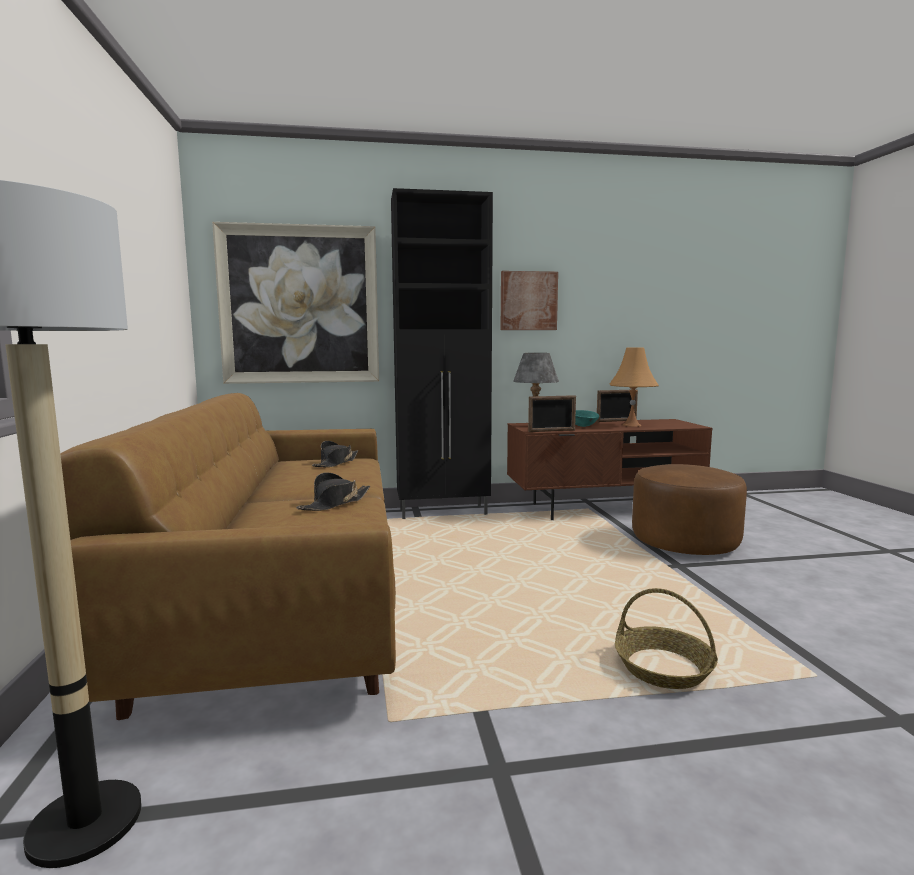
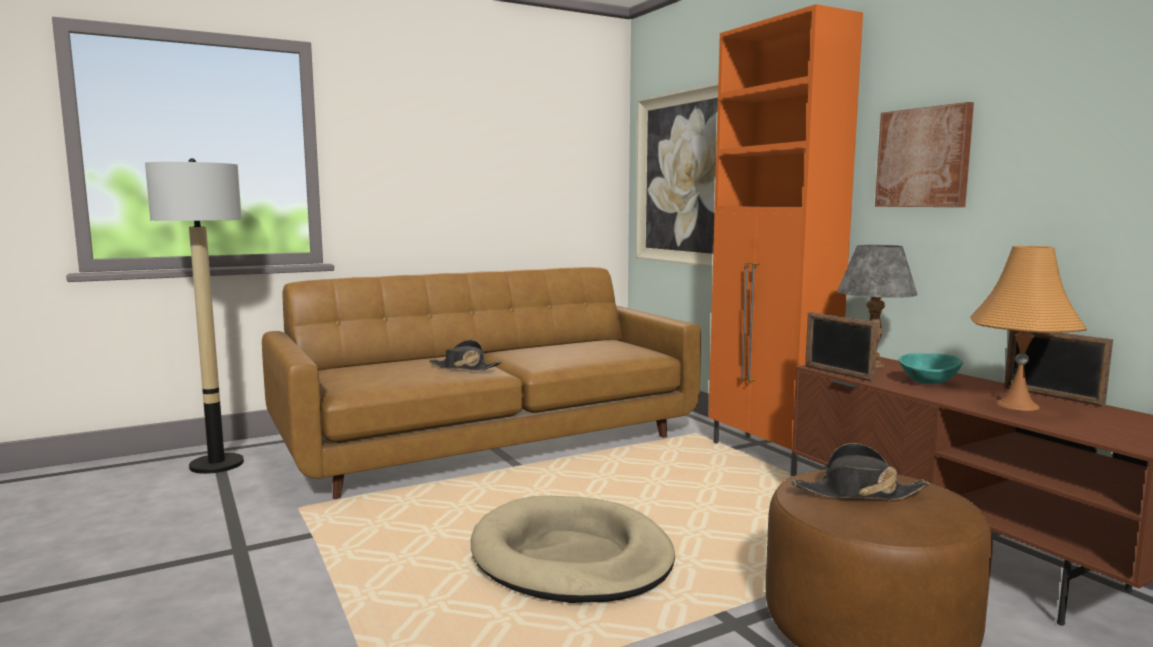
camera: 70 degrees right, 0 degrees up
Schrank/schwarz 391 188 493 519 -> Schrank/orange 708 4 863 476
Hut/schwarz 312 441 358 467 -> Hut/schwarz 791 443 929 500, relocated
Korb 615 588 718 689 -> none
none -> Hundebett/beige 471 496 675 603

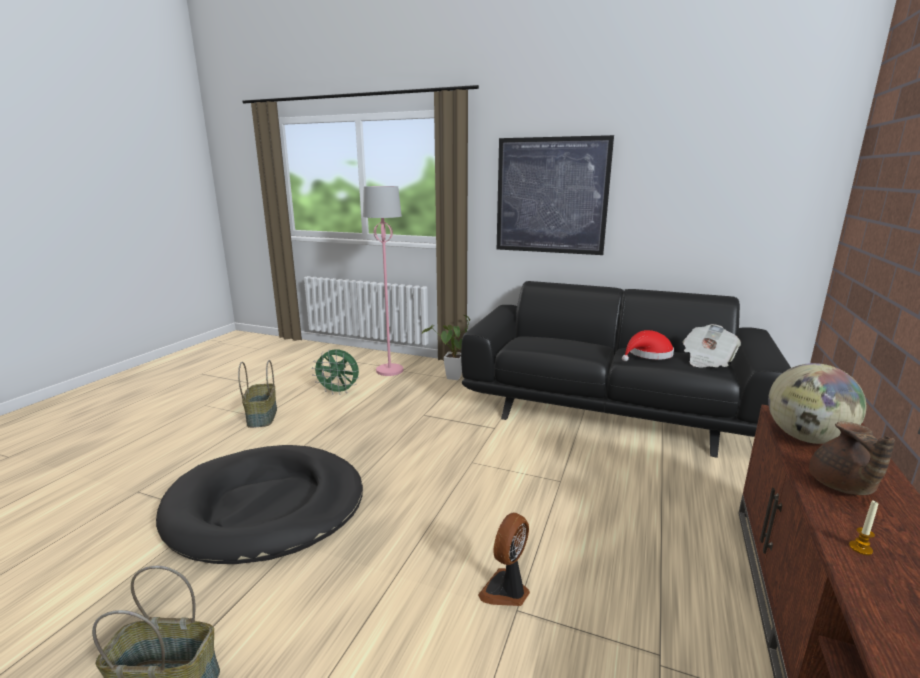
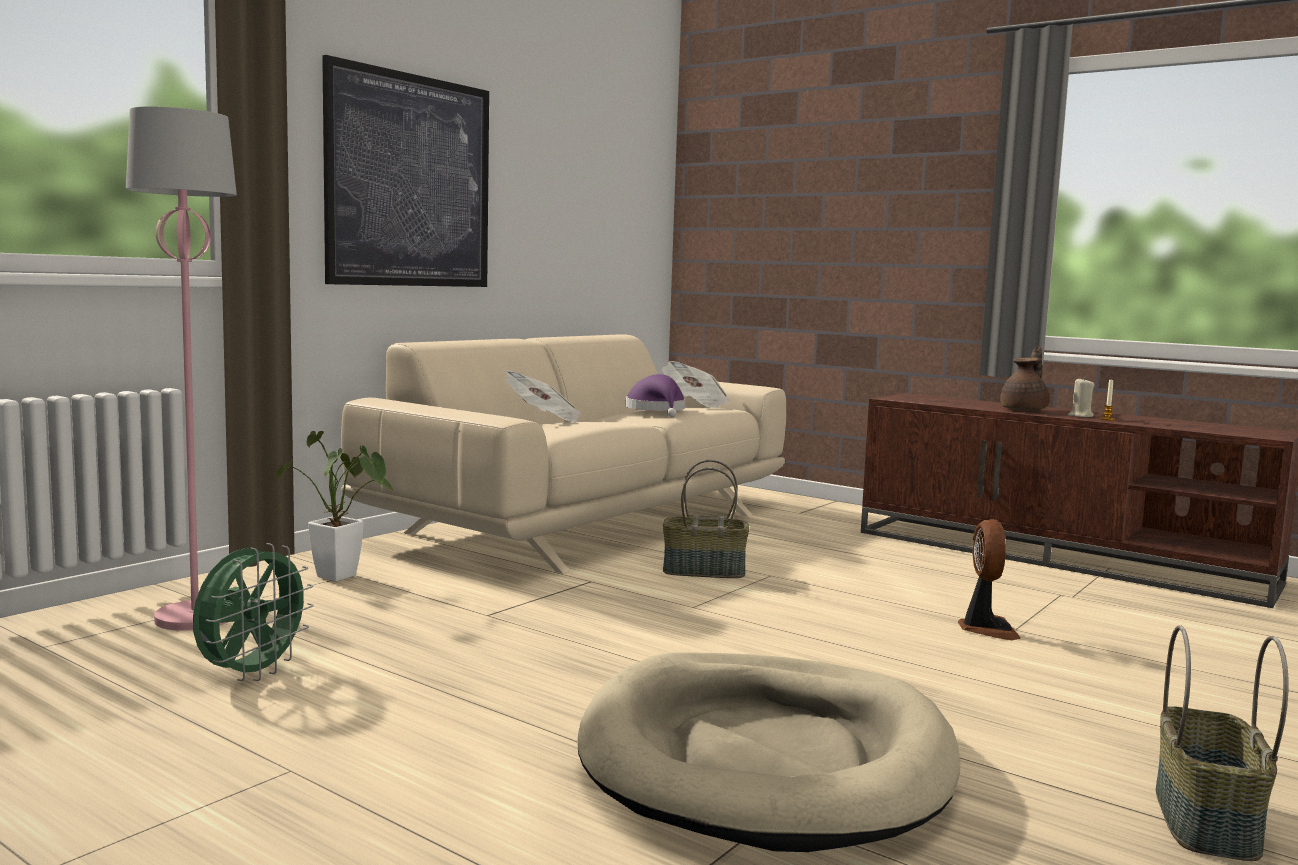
camera: 75 degrees left, 10 degrees down
Sofa/schwarz 461 281 791 458 -> Sofa/beige 341 334 786 574
Hut/rot 622 330 674 361 -> Hut/lila 626 374 685 417
Korb 238 360 277 428 -> Korb 663 460 749 578, relocated
Globus 768 363 866 444 -> none
Teekanne/braun 809 422 895 495 -> Teekanne/braun 1000 346 1050 411, 75 degrees counterclockwise
Hundebett/schwarz 156 445 363 564 -> Hundebett/beige 577 652 960 852
Ventilator 478 513 530 606 -> Ventilator 958 519 1021 640, 135 degrees counterclockwise
none -> Zeitung 505 370 581 423
none -> Kerze/beige 1068 377 1095 417

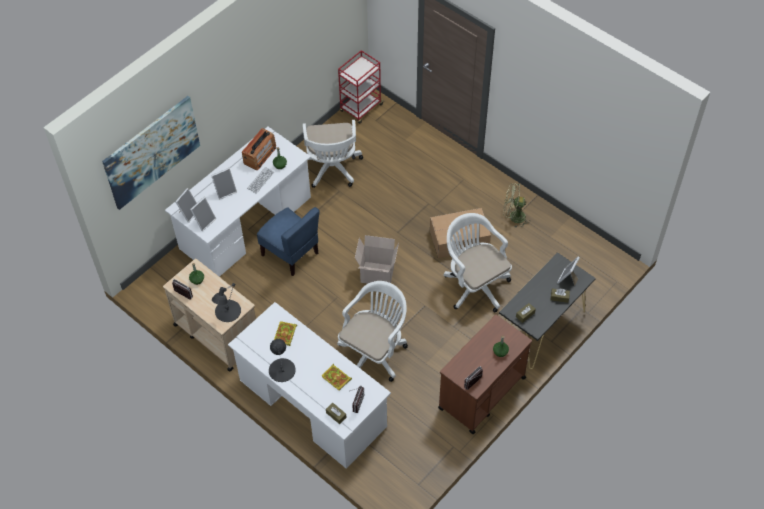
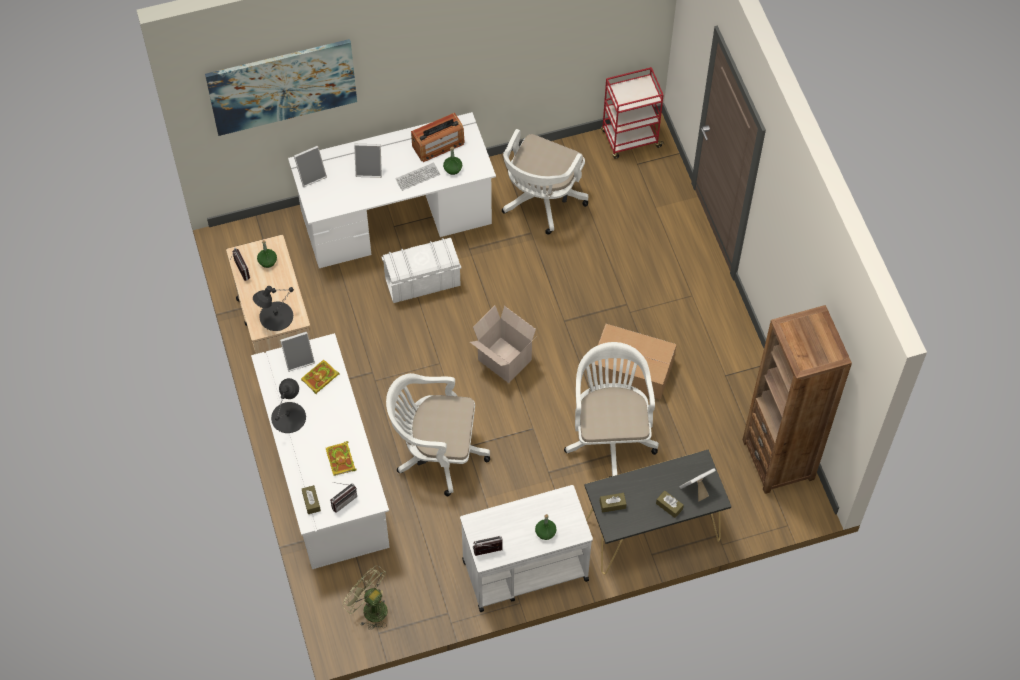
camera: 30 degrees right, 5 degrees up
Ventilator/grün 504 183 530 228 -> Ventilator/grün 343 565 388 630, relocated
Bilderrahmen 190 197 216 231 -> Bilderrahmen 280 332 315 372, relocated
Stuhl/blau 257 207 319 276 -> Aufbewahrungsbox/weiß 382 238 461 303
Bürostuhl/weiß 337 281 408 382 -> Bürostuhl/weiß 386 373 490 496, 150 degrees counterclockwise
Rollwagen/braun 438 314 532 434 -> Rollwagen/weiß 460 485 593 612
none -> Bücherregal/braun 743 305 852 494

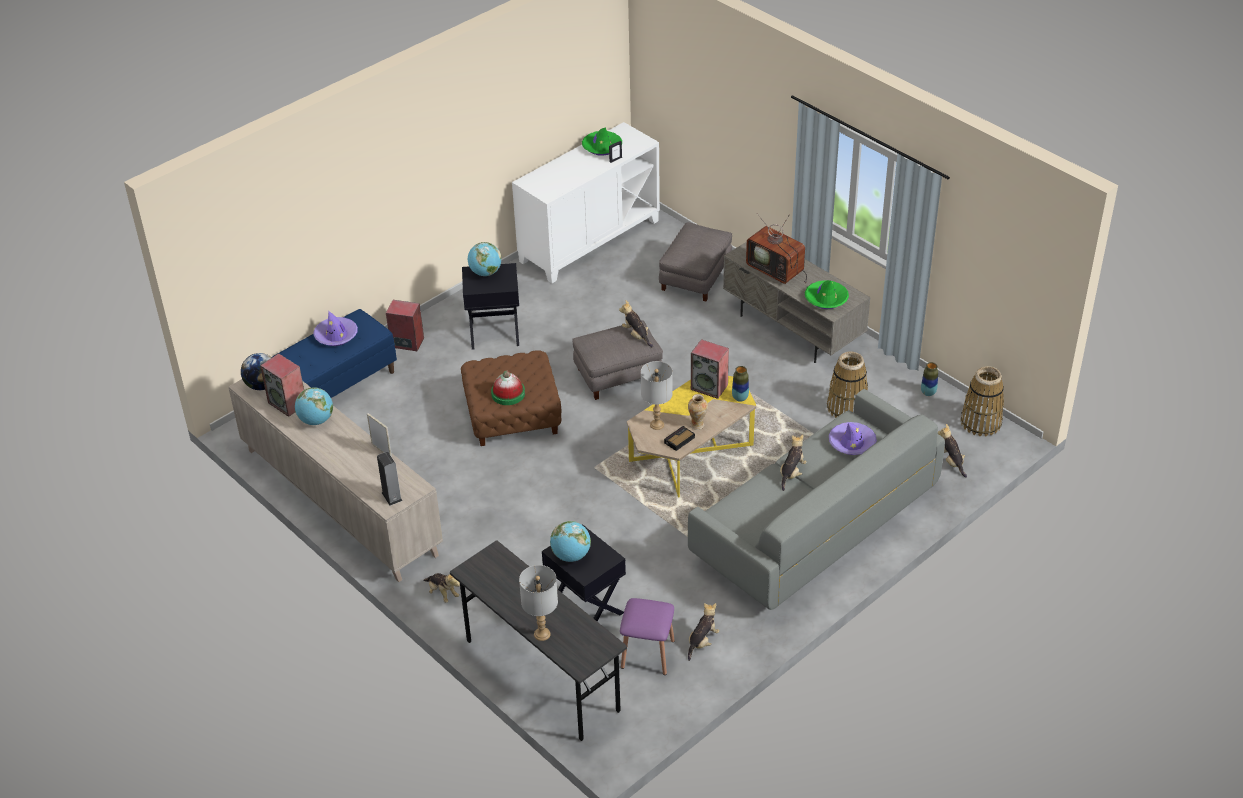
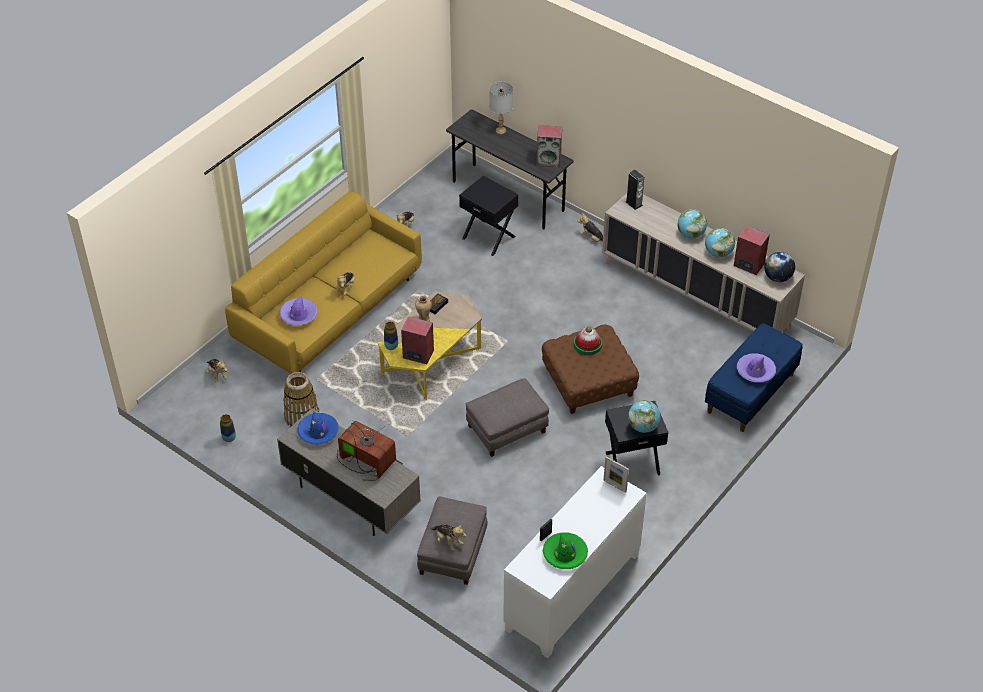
camera: 170 degrees right, 5 degrees up
Hut/grün 805 280 849 309 -> Hut/blau 297 411 339 444
Lautsprecher 386 300 424 351 -> Lautsprecher 537 125 562 167, relocated
Plüschtier 619 300 653 347 -> Plüschtier 431 524 466 551, relocated
Tischlampe/grau 641 361 672 430 -> none
Korb 961 366 1004 437 -> none
Sofa/grau 688 389 945 610 -> Sofa/gelb 225 191 422 374
Bilderrahmen 367 413 392 457 -> Bilderrahmen 603 456 629 493, relocated
Globus 550 521 591 562 -> Globus 677 209 707 238, relocated
Hocker/lila 620 598 675 675 -> none

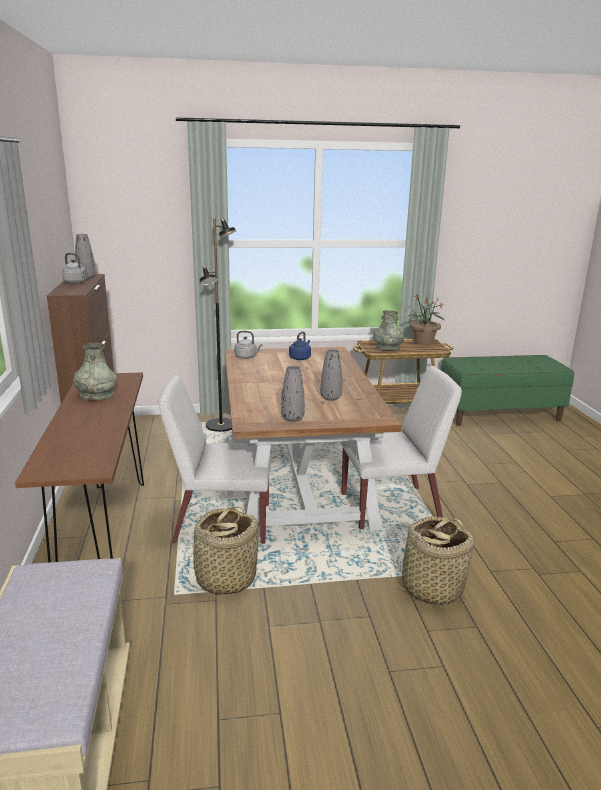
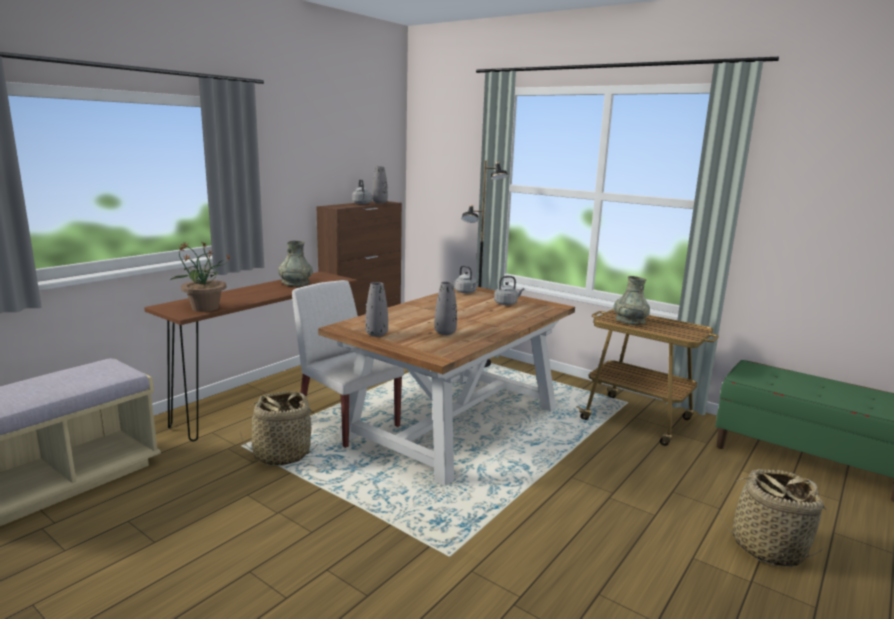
camera: 45 degrees right, 5 degrees down
Topfpflanze 408 293 446 344 -> Topfpflanze 169 241 230 312, relocated
Wasserkessel/blau 289 331 311 360 -> Wasserkessel/grau 494 276 524 305
Stuhl/weiß 341 366 462 530 -> none
Korb 390 516 474 606 -> Korb 718 469 828 567, relocated

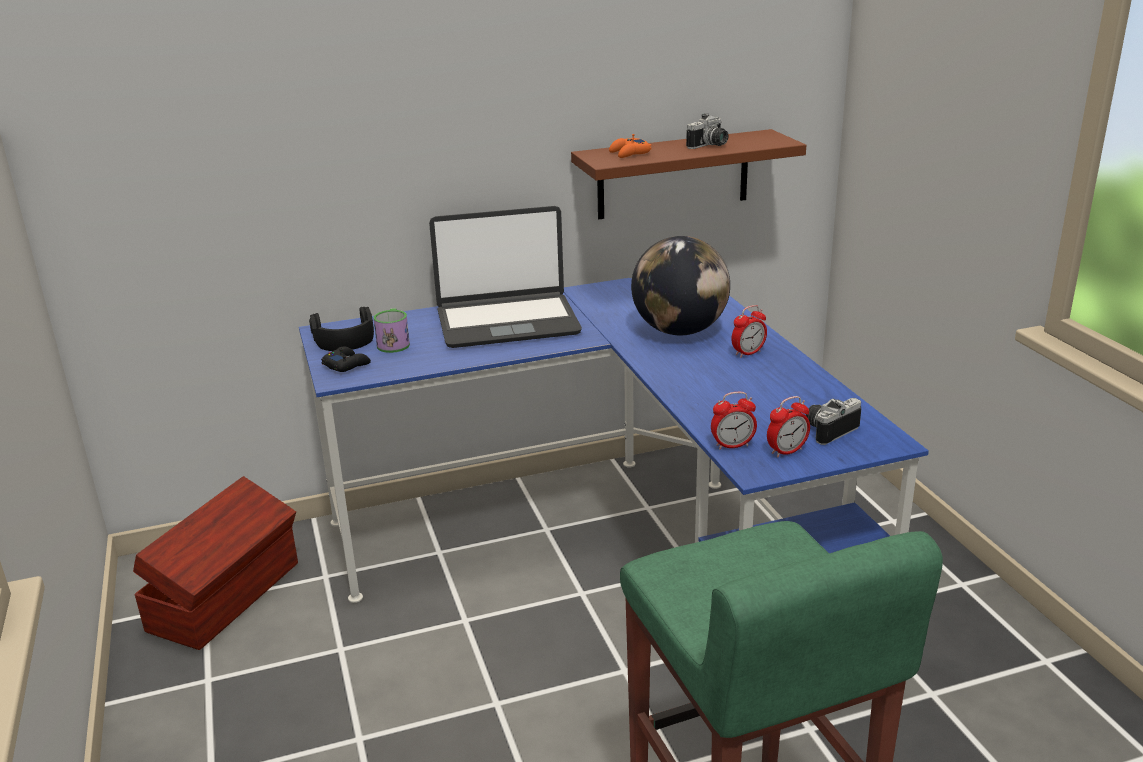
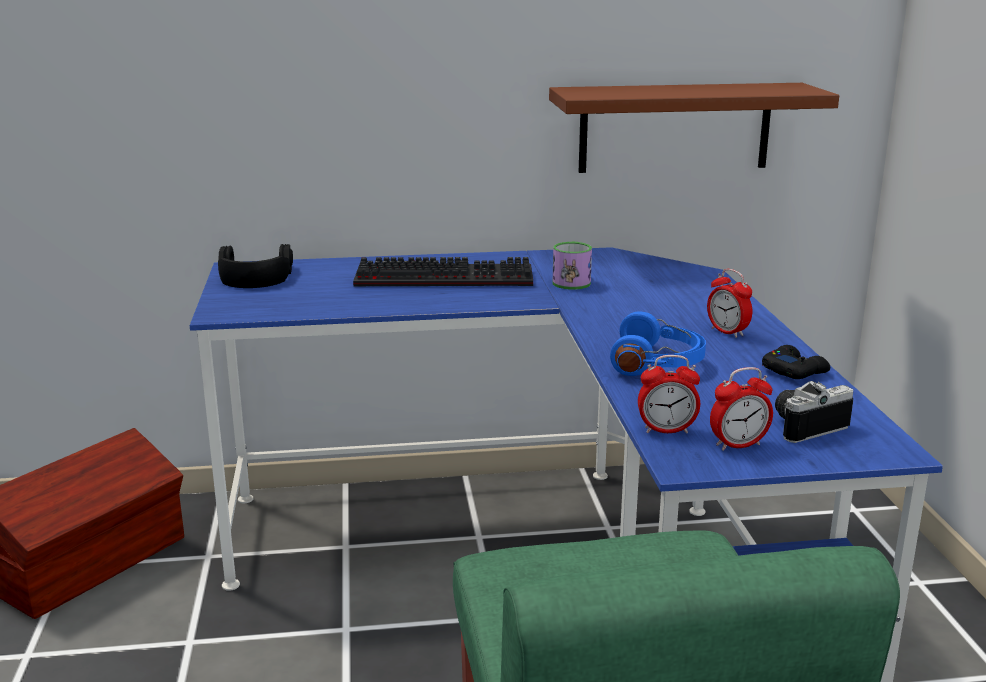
camera: 10 degrees right, 5 degrees down
Kamera 686 113 729 149 -> none
Gamepad/orange 609 134 652 158 -> none
Laptop 429 206 582 348 -> Tastatur 353 257 533 287
Globus 631 236 730 335 -> none
Wecker 731 305 767 358 -> Wecker 707 269 752 338, 75 degrees clockwise
Henkelbecher 374 308 410 353 -> Henkelbecher 553 242 592 290, relocated
Gamepad/schwarz 321 347 371 372 -> Gamepad/schwarz 762 345 830 379, relocated
none -> Kopfhörer/blau 610 312 706 376

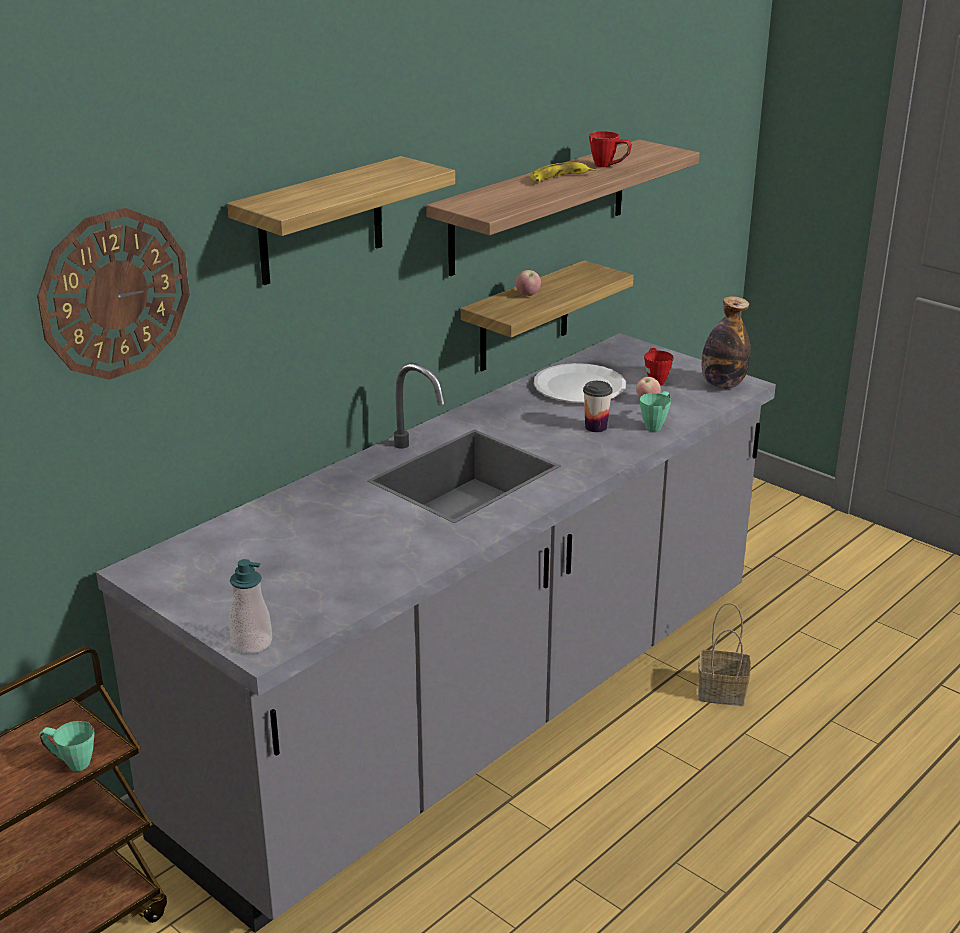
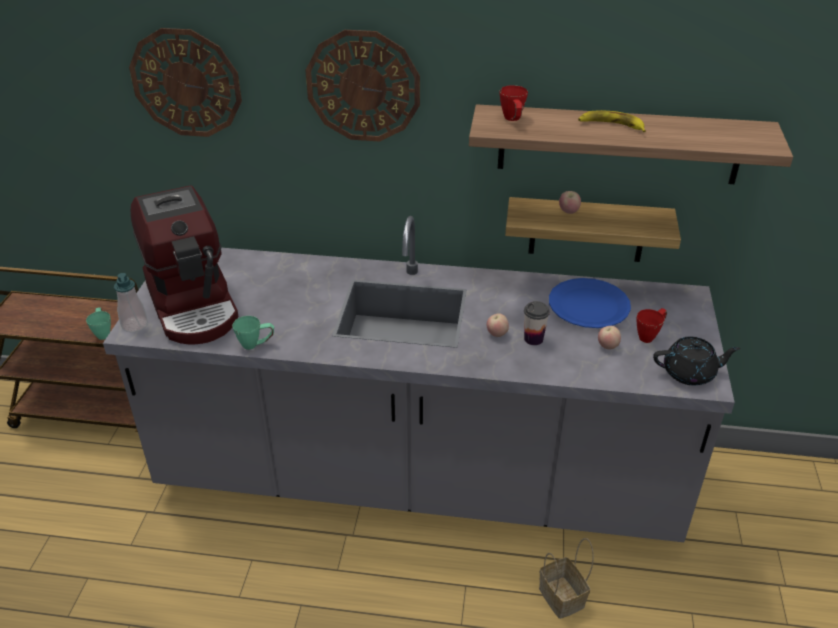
camera: 55 degrees right, 10 degrees up
Henkelbecher/rot 589 131 632 167 -> Henkelbecher/rot 499 85 528 121, relocated
Wandregal 227 156 455 285 -> Wanduhr 305 30 420 142
Flasche 702 296 750 389 -> Teekanne/schwarz 653 337 741 385
Teller/weiß 533 363 626 403 -> Teller/blau 549 278 631 328
Henkelbecher/grün 640 391 671 431 -> Henkelbecher/grün 232 316 274 350, relocated
none -> Kaffeemaschine 131 186 239 345
none -> Apfel 487 313 509 337

